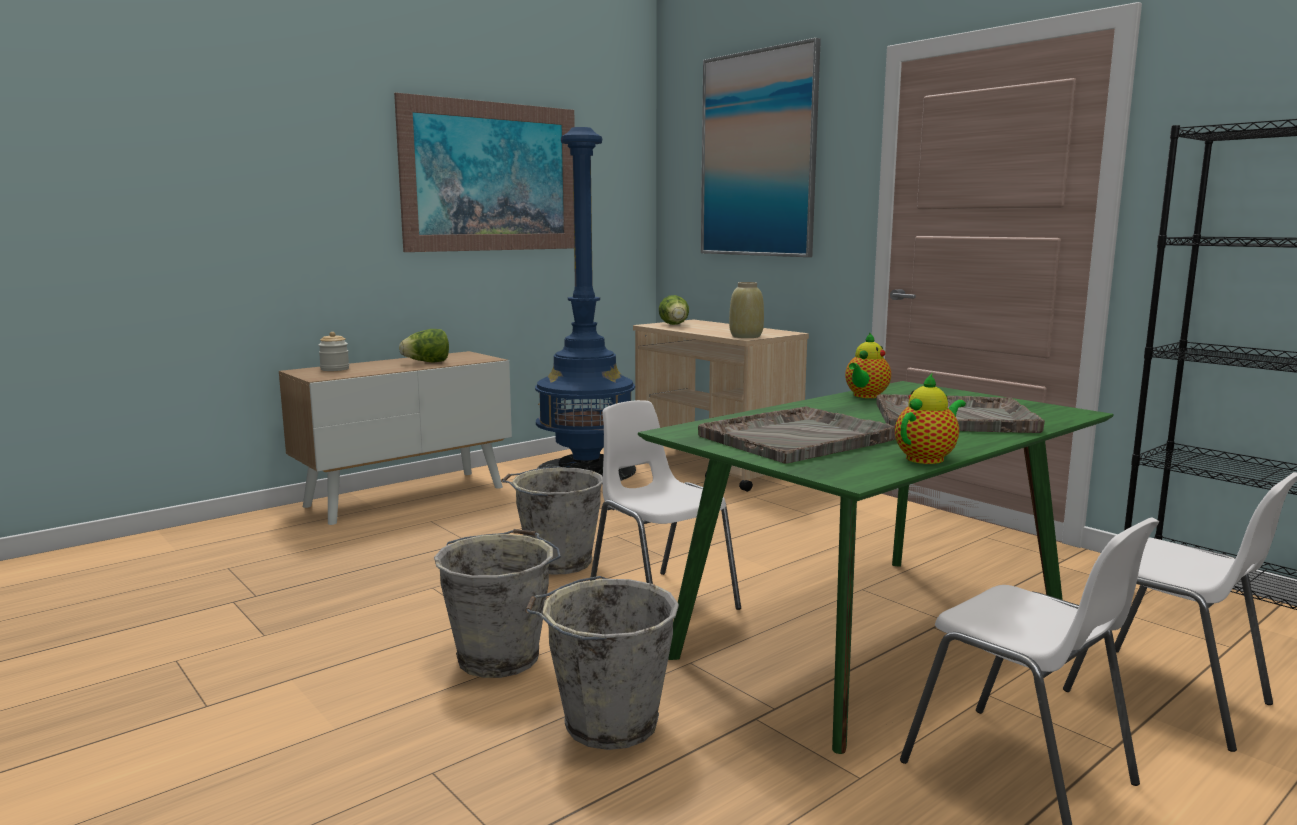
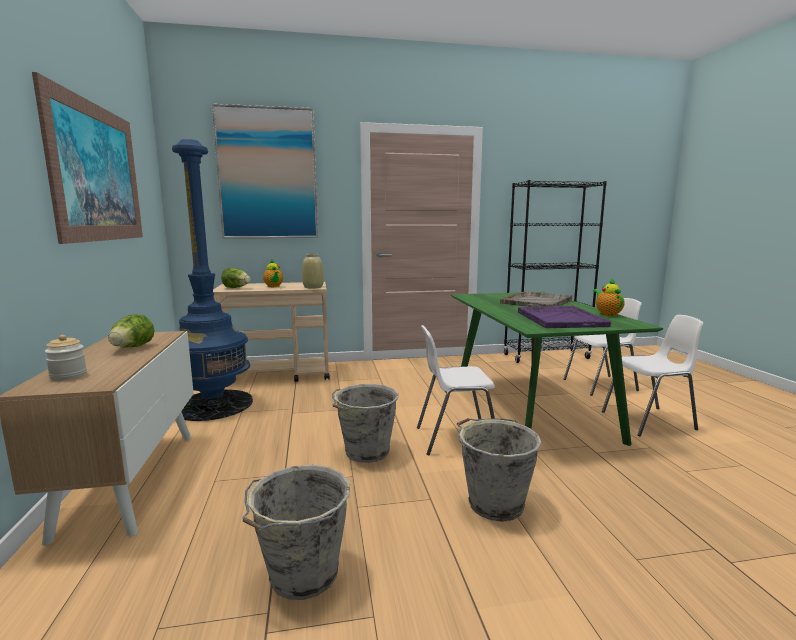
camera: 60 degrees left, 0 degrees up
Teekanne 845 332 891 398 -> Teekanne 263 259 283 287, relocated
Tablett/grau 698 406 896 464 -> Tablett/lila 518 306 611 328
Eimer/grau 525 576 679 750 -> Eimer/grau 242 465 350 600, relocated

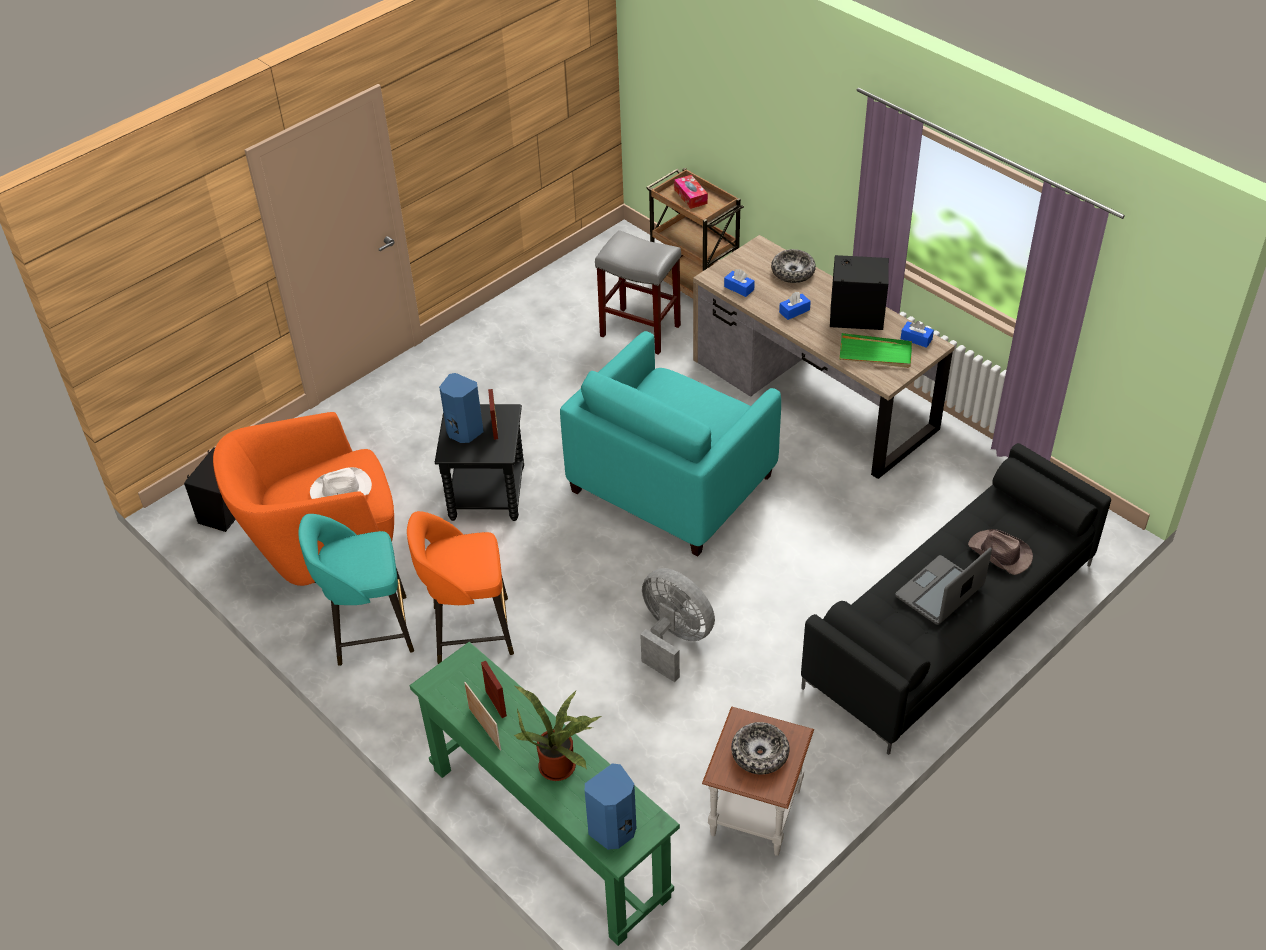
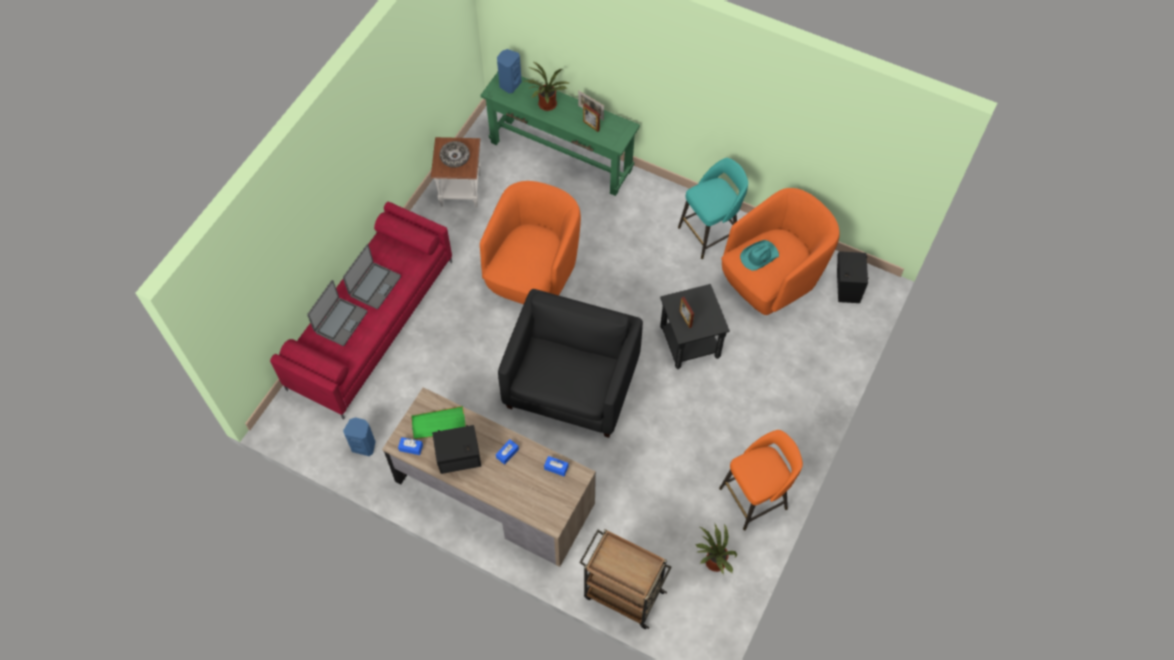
camera: 160 degrees right, 15 degrees up
Taschentuchbox 674 175 708 209 -> none
Hocker/grau 595 230 681 355 -> none
Schüssel 771 249 816 283 -> none
Sessel/türkis 560 331 781 556 -> Sessel/schwarz 498 289 643 438
Lautsprecher/blau 439 373 483 443 -> Lautsprecher/blau 343 417 376 456, relocated
Sofa/schwarz 801 443 1111 755 -> Sofa/rot 270 202 452 420
Hut/weiß 310 467 372 499 -> Hut/türkis 740 240 779 271
Hocker/orange 407 511 514 664 -> Hocker/orange 719 430 803 530, relocated
Hut/braun 968 529 1033 575 -> Laptop 307 280 367 346
Ventilator/grau 640 568 715 682 -> Sessel/orange 480 181 581 304
none -> Topfpflanze 696 524 737 575

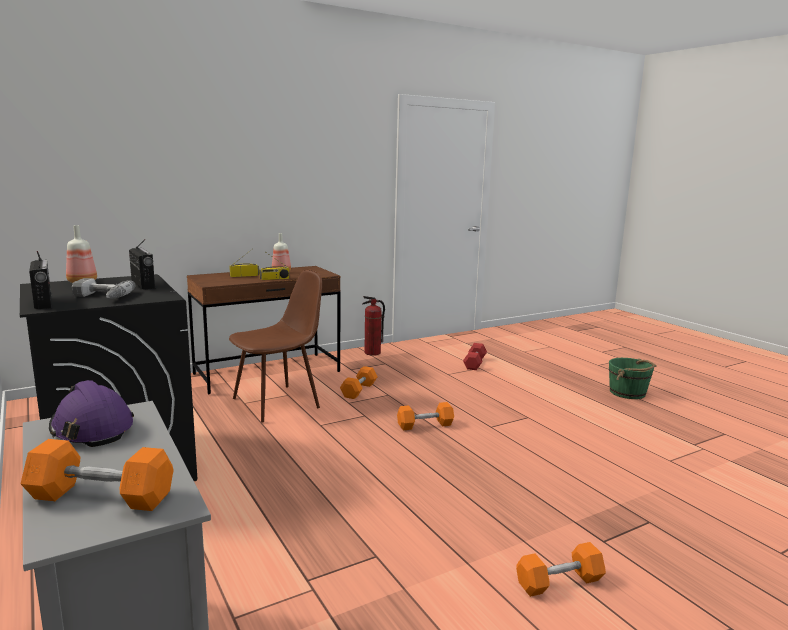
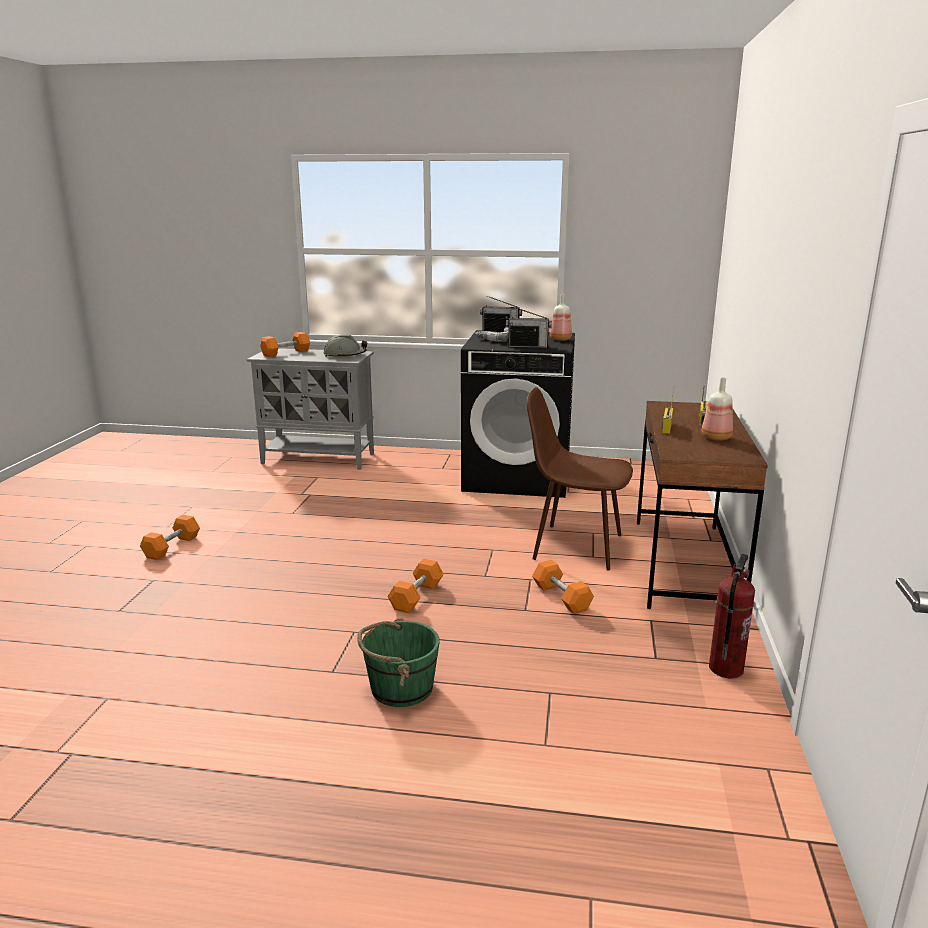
camera: 130 degrees right, 5 degrees up
Stuhl/braun 229 269 322 422 -> Stuhl/braun 527 387 633 570, 105 degrees clockwise
Hantel/rot 463 343 487 370 -> none
Eimer/grün 609 358 657 399 -> Eimer/grün 357 618 440 707, relocated
Schutzhelm/lila 49 380 134 447 -> Schutzhelm/grau 323 334 367 358

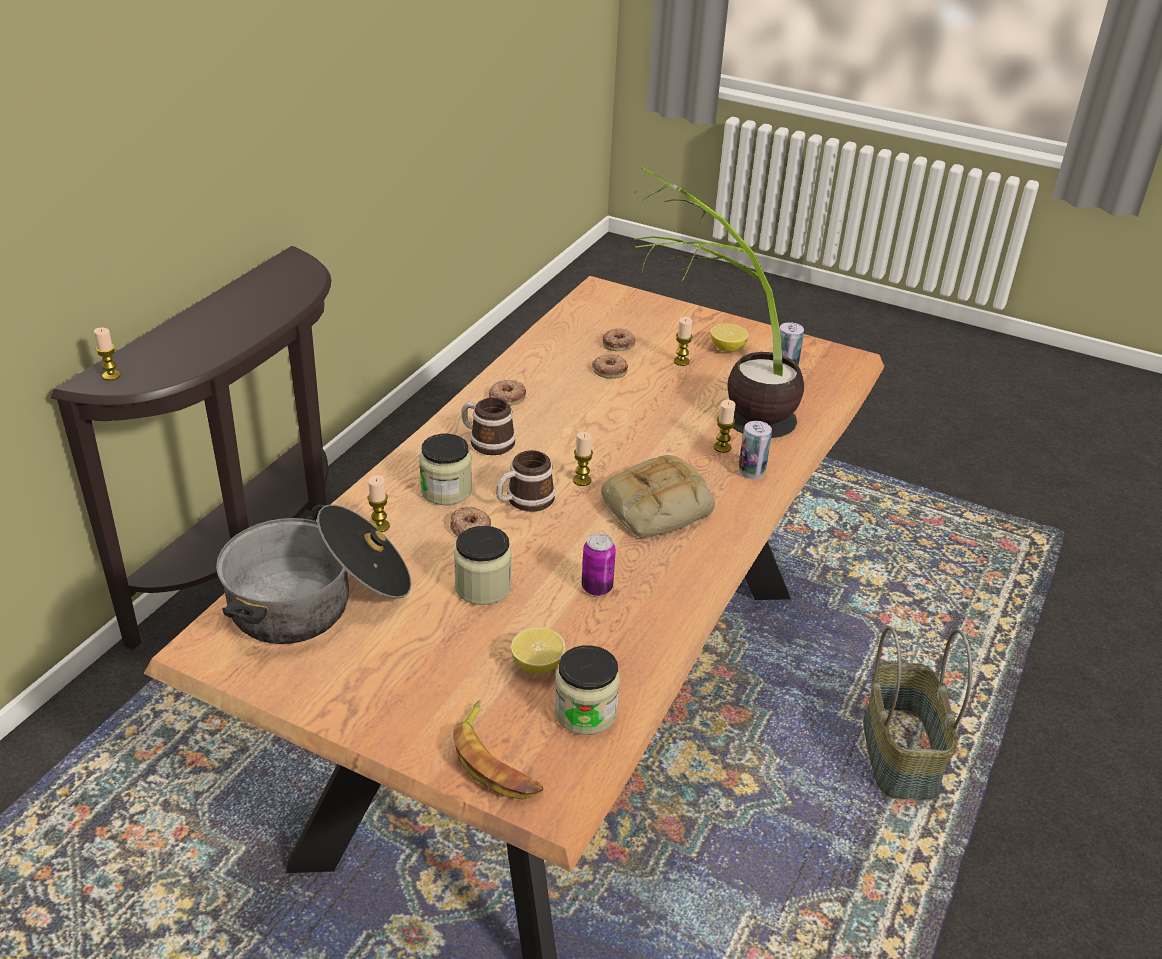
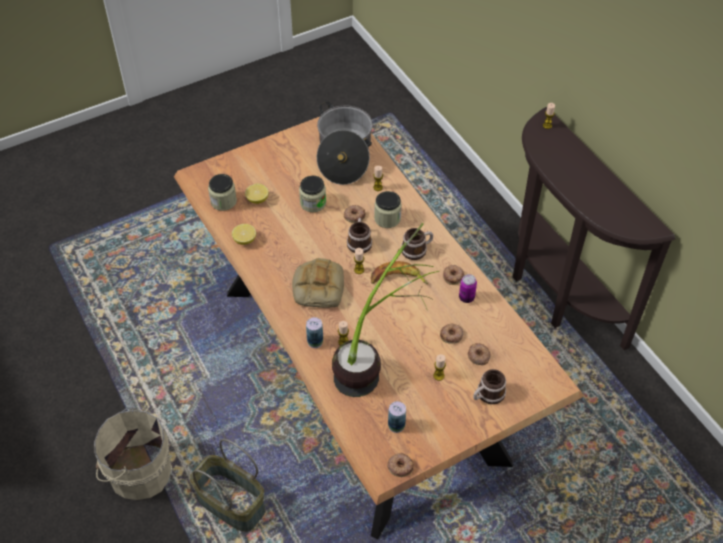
camera: 125 degrees right, 15 degrees up
Zitrone 710 323 749 352 -> Zitrone 232 224 256 245, relocated
Dose 582 533 616 596 -> Dose 459 274 477 303, relocated
Banane 453 700 543 800 -> Banane 371 261 428 284, relocated
none -> Henkelbecher 473 369 506 404
none -> Eimer/beige 94 406 171 500
none -> Donut 387 453 414 477

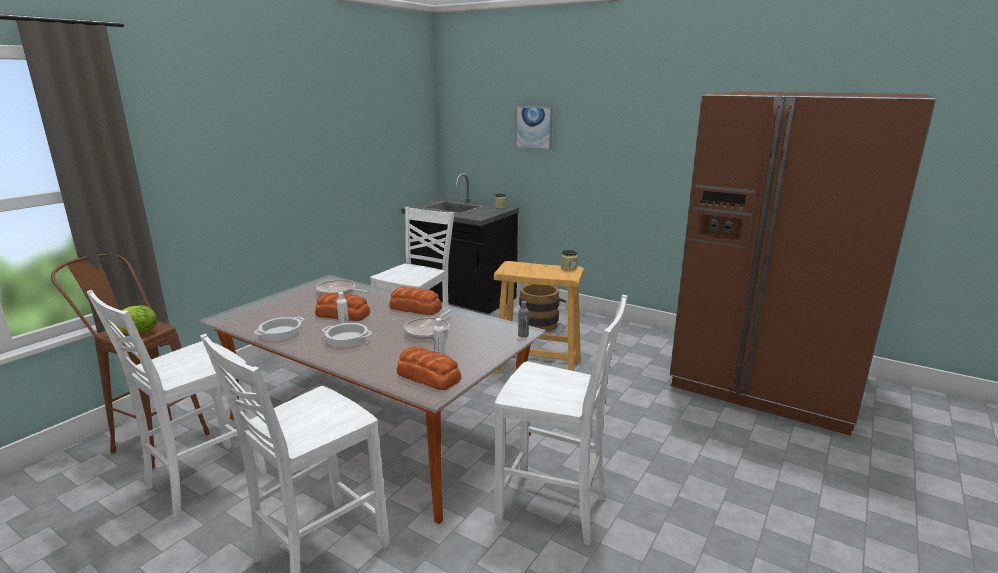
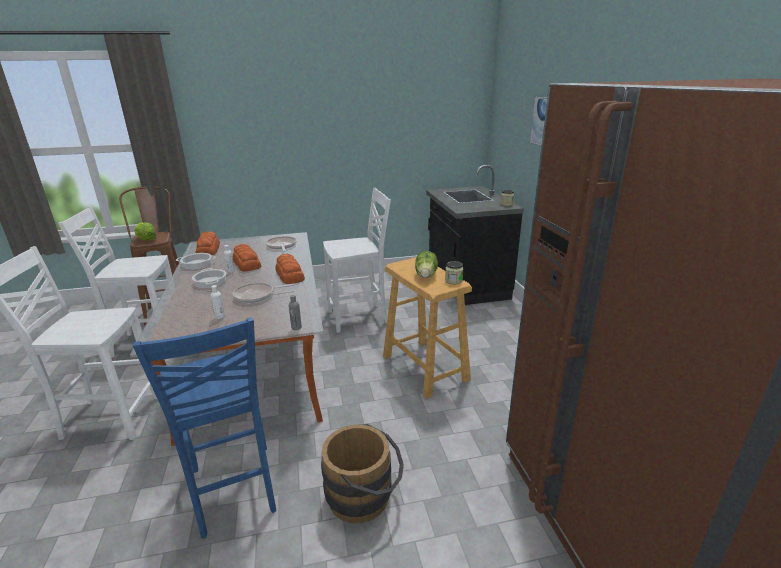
camera: 45 degrees right, 5 degrees up
Eimer/braun 519 284 567 332 -> Eimer/braun 321 424 404 523, relocated
Stuhl/weiß 495 295 627 546 -> Stuhl/blau 133 317 276 539
Brot 397 346 461 390 -> Brot 195 231 220 255, relocated
none -> Salatkopf 415 251 438 278

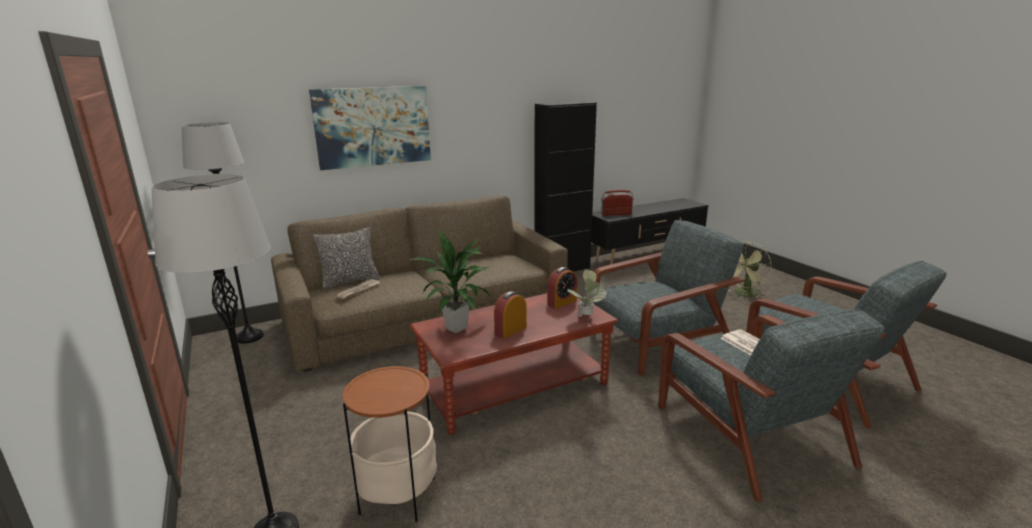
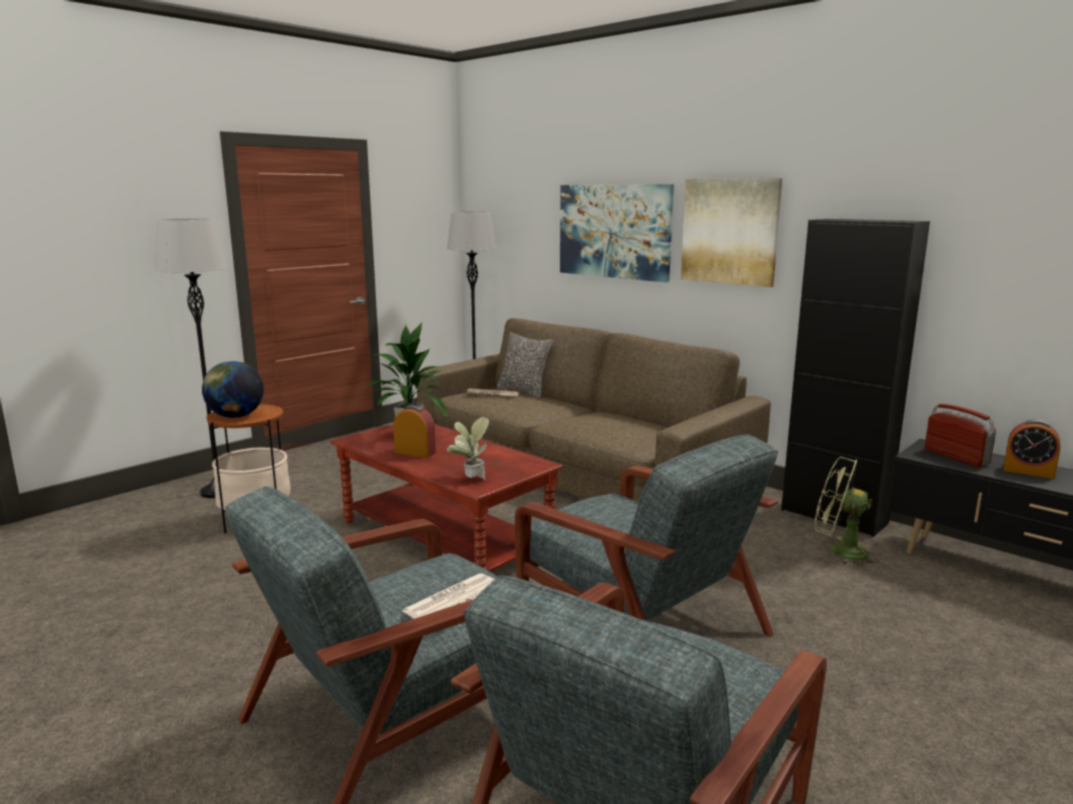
camera: 70 degrees right, 5 degrees down
Ventilator/grün 728 242 771 298 -> Ventilator/grün 814 457 880 566, relocated
Wecker 547 267 577 309 -> Wecker 1003 419 1061 479, relocated
none -> Bild 681 178 782 287
none -> Globus 202 361 264 418

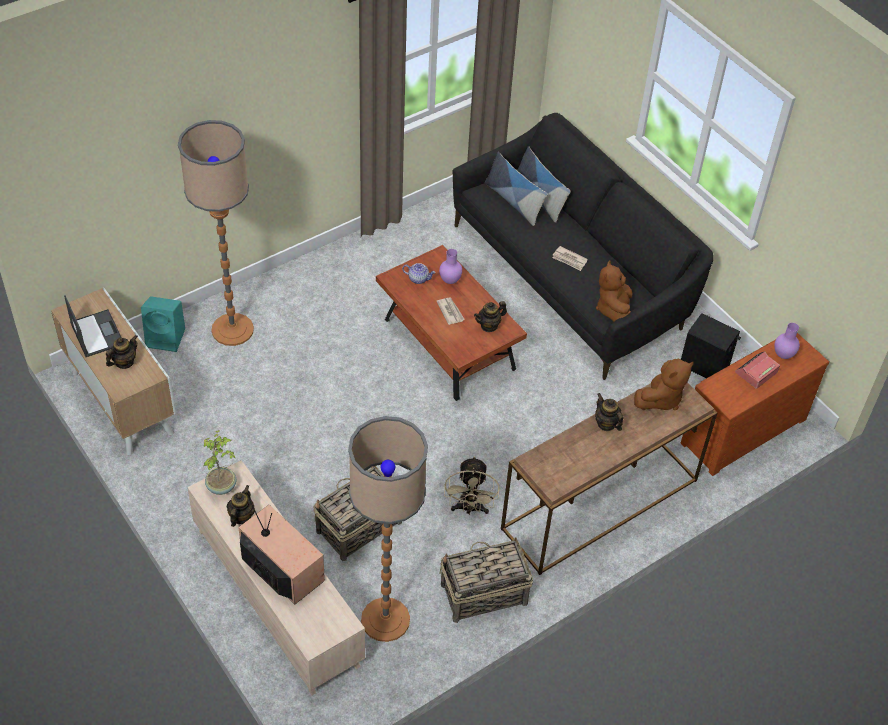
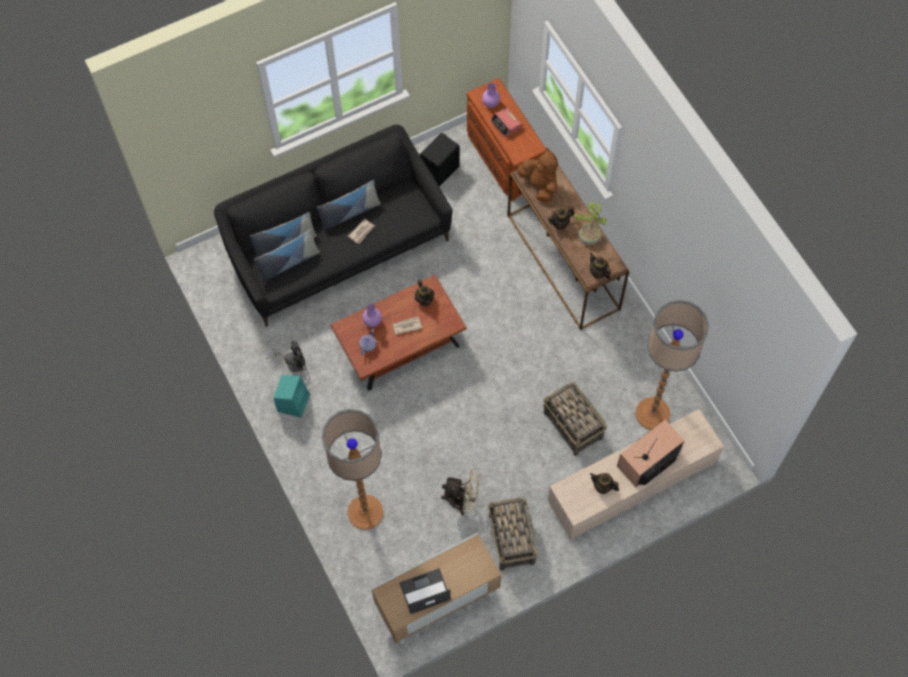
camera: 80 degrees left, 15 degrees up
Plüschtier/braun 596 261 633 322 -> none
Lautsprecher/türkis 141 296 185 352 -> Lautsprecher/türkis 273 375 310 418, relocated
Teekanne 106 335 138 369 -> Teekanne 590 253 611 279, relocated
Topfpflanze 204 430 236 495 -> Topfpflanze 573 201 607 244, relocated
Ventilator/beige 444 456 499 515 -> Ventilator/beige 441 469 481 516, relocated
Korb 439 538 533 623 -> Korb 487 497 538 570, relocated
none -> Kissen 317 180 381 231
none -> Ventilator/schwarz 266 341 306 372

